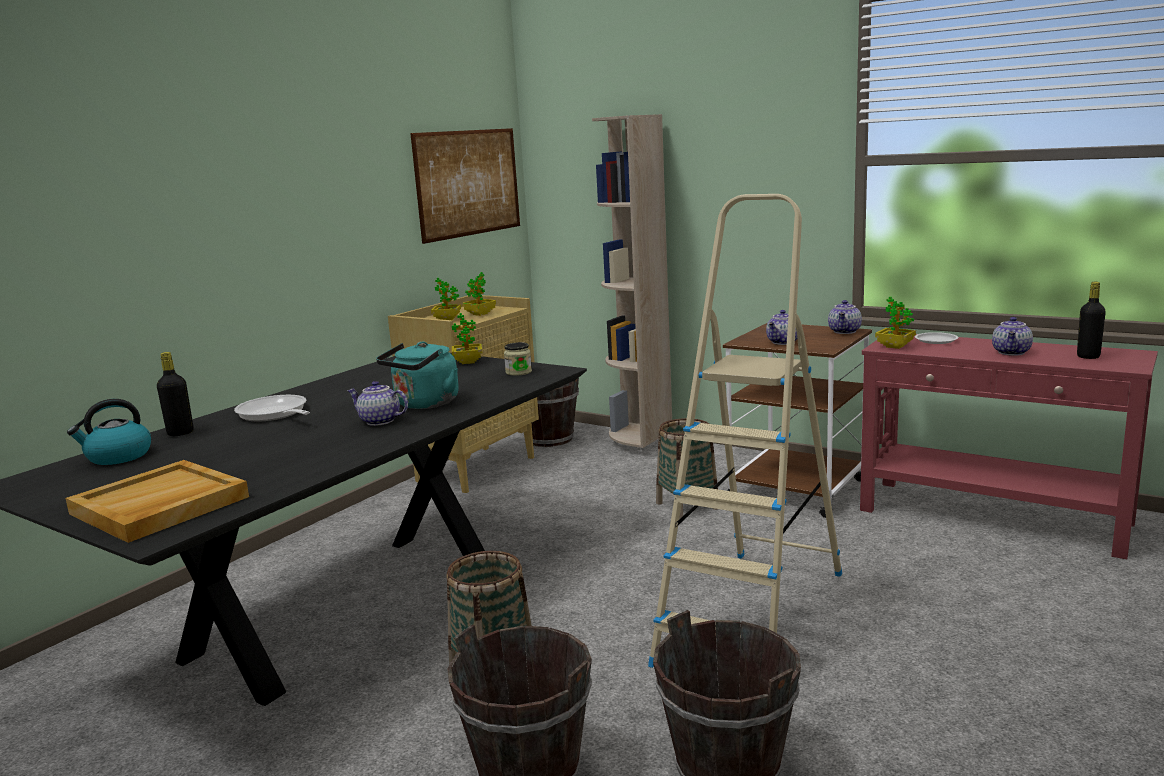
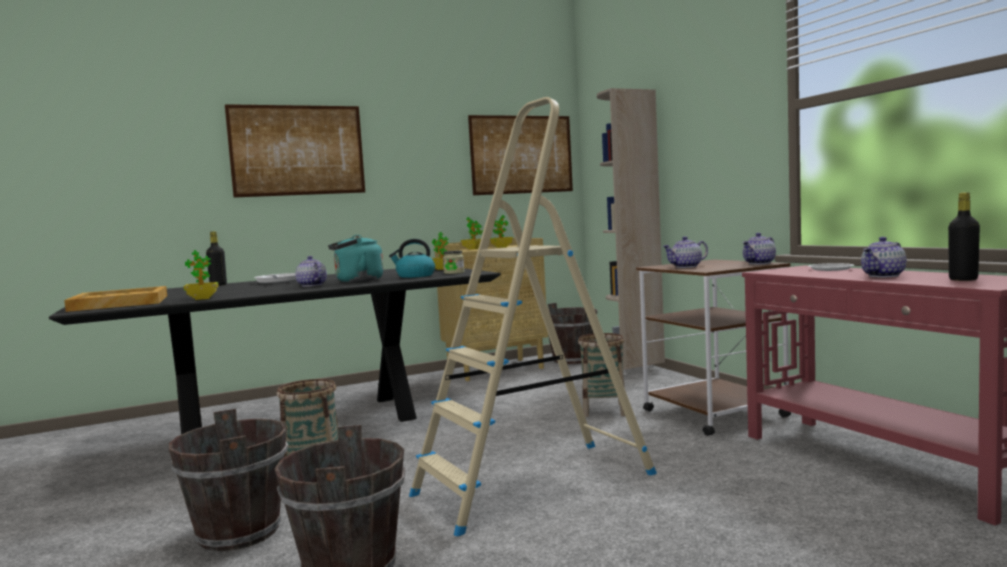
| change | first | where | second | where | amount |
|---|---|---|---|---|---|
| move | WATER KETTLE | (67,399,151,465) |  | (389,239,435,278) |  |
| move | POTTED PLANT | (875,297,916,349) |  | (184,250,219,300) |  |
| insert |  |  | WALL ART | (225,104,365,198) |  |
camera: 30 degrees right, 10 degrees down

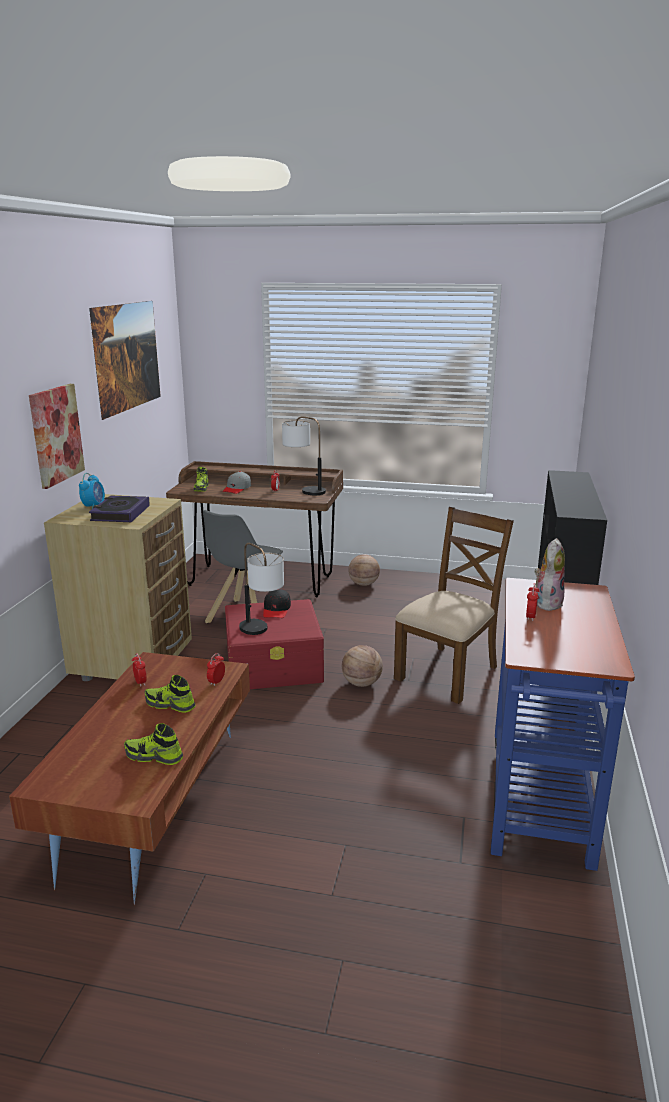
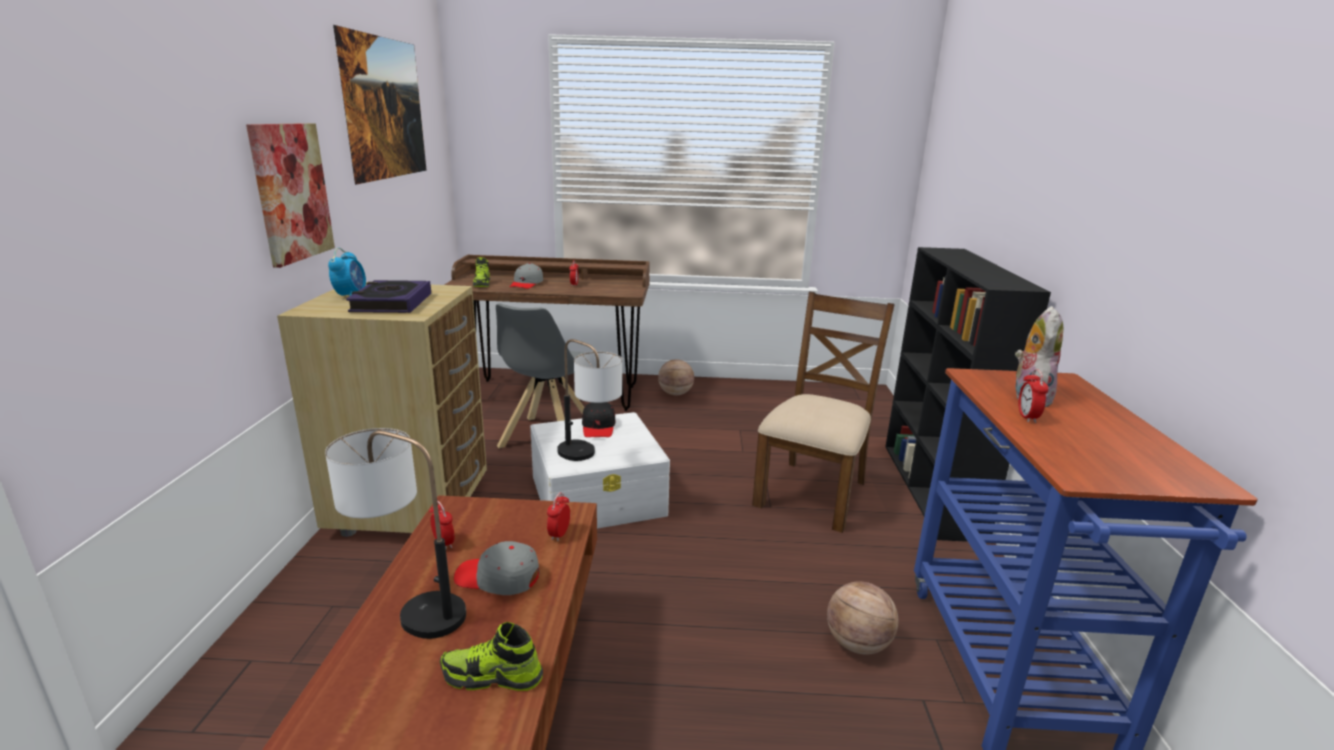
| change | first | where | second | where | amount |
|---|---|---|---|---|---|
| replace | ITEM OF FOOTWEAR | (145,675,195,713) | GRAY PEAKED CAP | (454,541,540,595) |  |
| recolor | RED STORAGE CONTAINER | (225,599,324,689) | WHITE STORAGE CONTAINER | (530,412,670,529) |  |
| move | TABLE LAMP | (282,416,326,495) |  | (325,428,466,639) |  |
| move | BASKETBALL | (342,645,383,687) |  | (827,582,898,655) |  |
camera: 10 degrees left, 0 degrees up

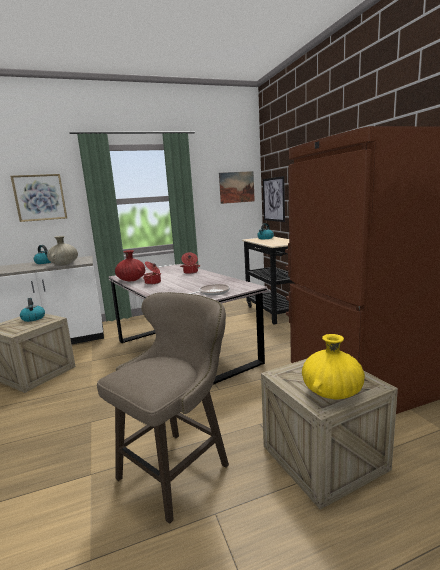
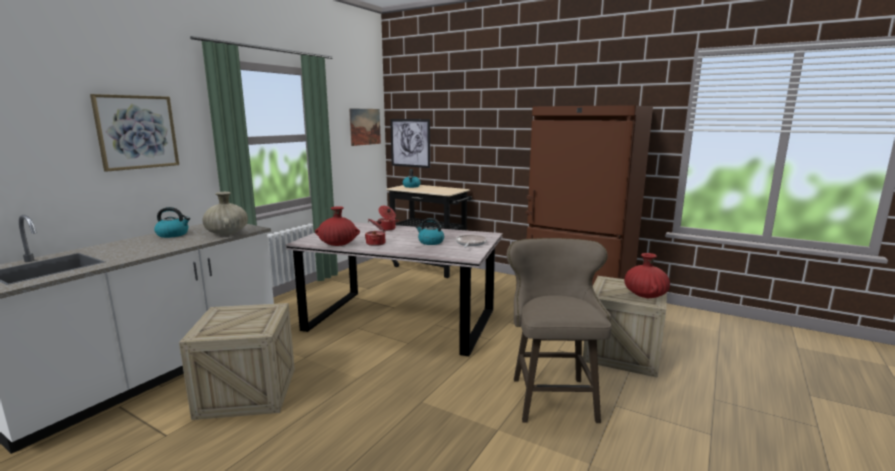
| change | first | where | second | where | amount |
|---|---|---|---|---|---|
| move | WATER KETTLE | (20,298,45,322) |  | (416,218,444,245) |  |
| recolor | YELLOW DECORATIVE VASE | (302,334,365,399) | RED DECORATIVE VASE | (624,253,670,298) |  |
camera: 40 degrees left, 0 degrees up

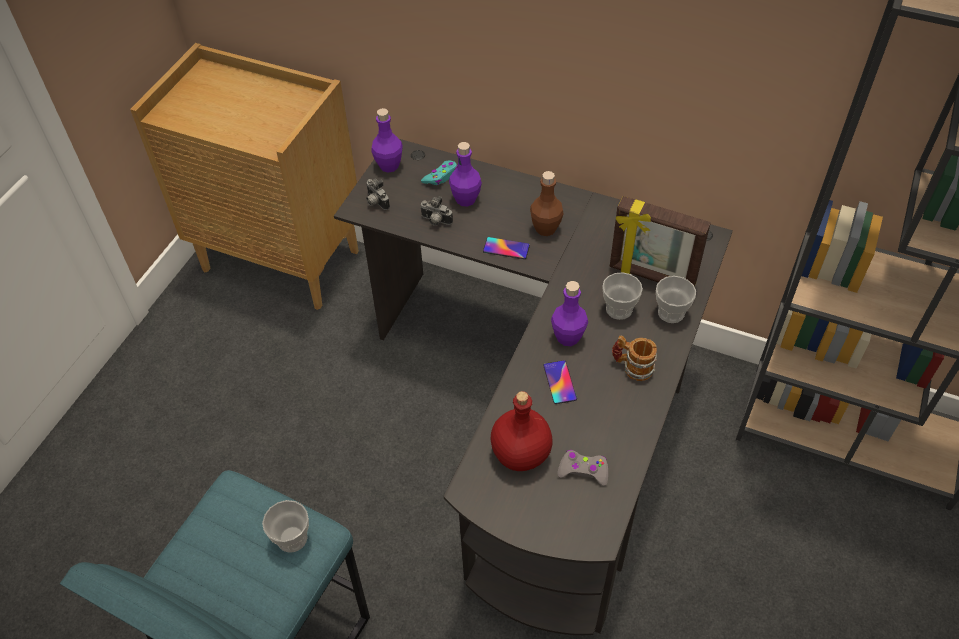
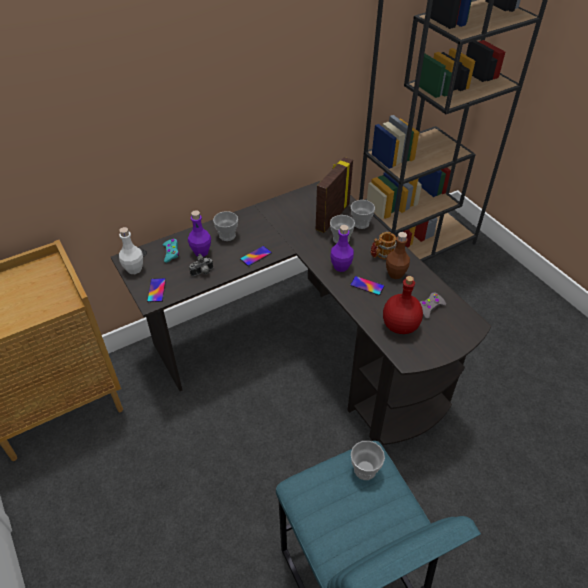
| change | first | where | second | where | amount |
|---|---|---|---|---|---|
| replace | PHOTO CAMERA | (366,179,390,210) | HANDSET | (147,278,166,302) |  |
| recolor | PURPLE-COLOURED DRINK BOTTLE | (371,108,403,173) | WHITE DRINK BOTTLE | (119,227,143,274) |  |
| move | BROWNISH DRINK BOTTLE | (530,171,563,236) |  | (386,232,410,279) |  |
| rotate | PHOTO FRAME | (610,196,711,287) |  | (316,157,353,233) | 150 degrees clockwise |
| insert |  |  | SMALL CUP | (213,211,238,241) |  |
camera: 55 degrees left, 5 degrees down

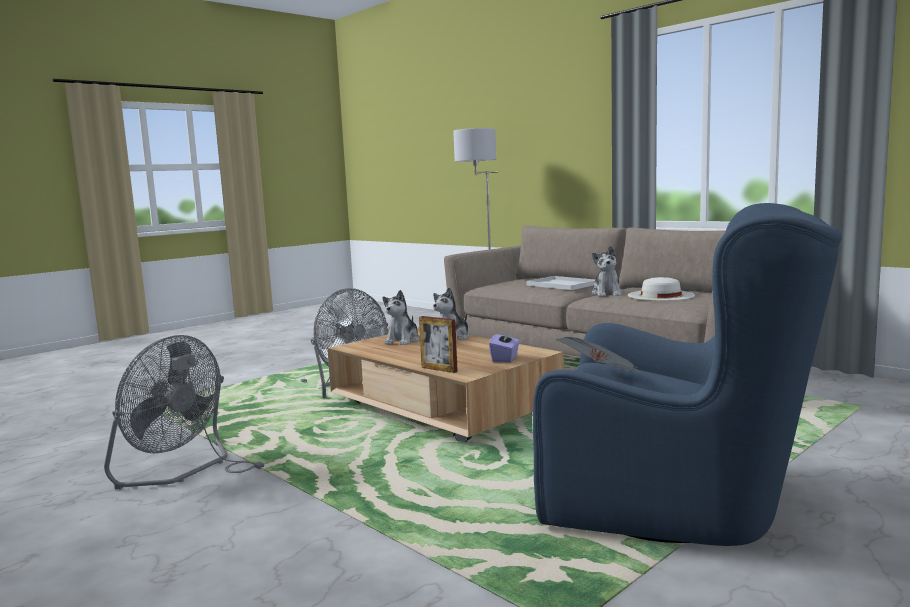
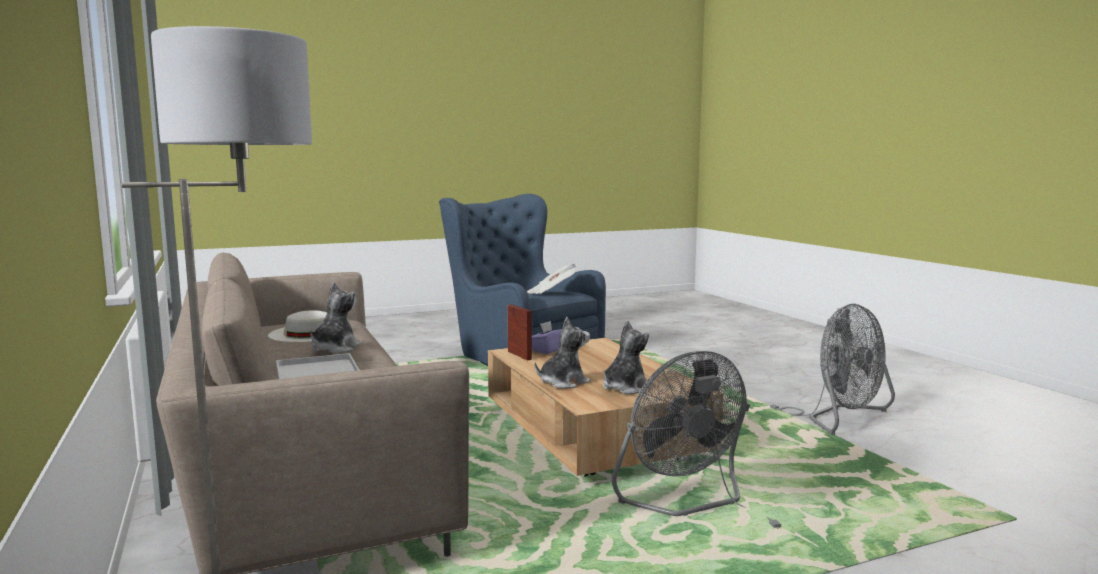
| change | first | where | second | where | amount |
|---|---|---|---|---|---|
| move | PHOTO FRAME | (419,316,458,373) |  | (508,305,532,360) |  |
camera: 160 degrees left, 0 degrees up

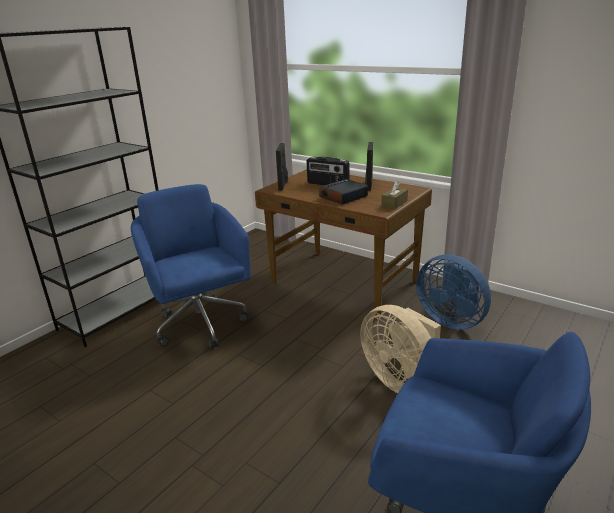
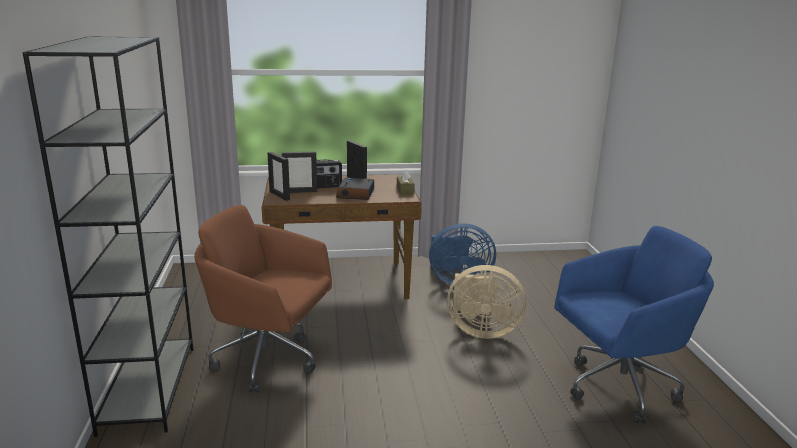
| change | first | where | second | where | amount |
|---|---|---|---|---|---|
| recolor | BLUE DESK CHAIR | (131,184,251,349) | BROWNISH DESK CHAIR | (194,205,332,393) |  |
| insert |  |  | PHOTO FRAME | (282,151,317,193) |  |
camera: 45 degrees left, 5 degrees down

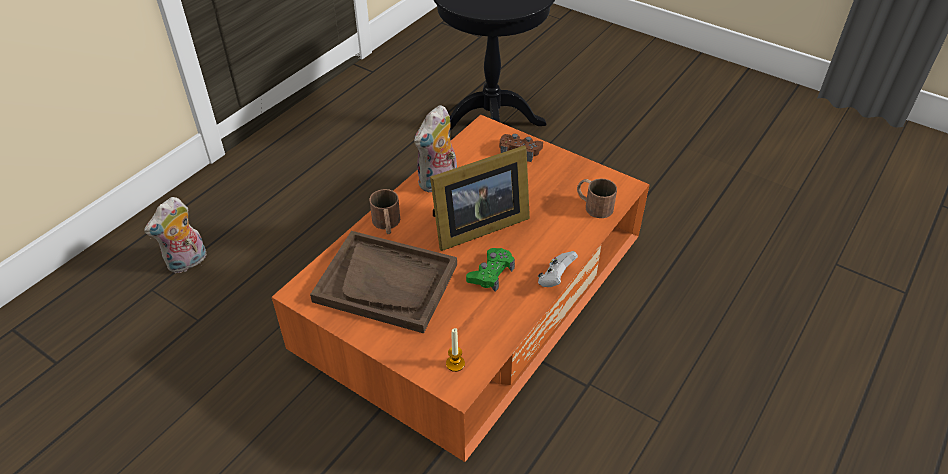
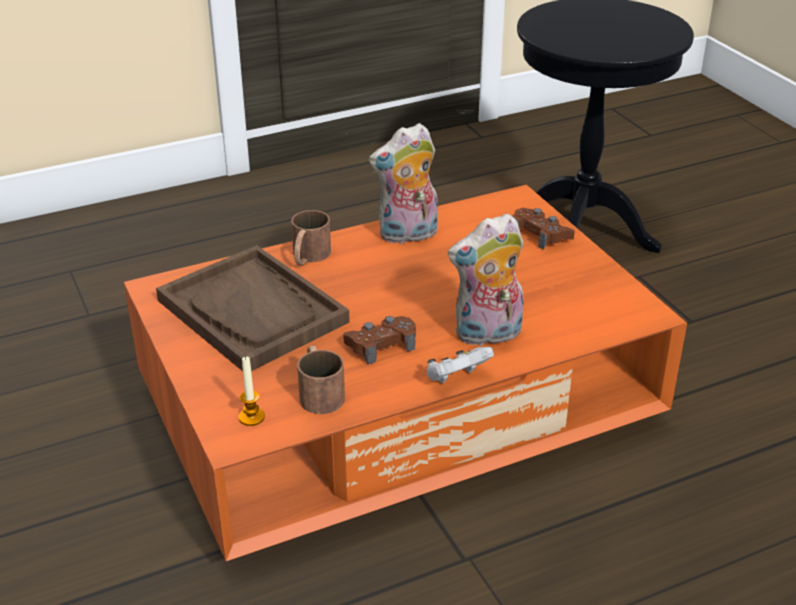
| change | first | where | second | where | amount |
|---|---|---|---|---|---|
| move | PLUSH TOY | (144,197,206,274) |  | (448,213,524,346) |  |
| delete | PHOTO FRAME | (430,145,530,251) |  |  |  |
| recolor | GREEN-COLOURED JOYPAD | (466,248,515,292) | BROWNISH JOYPAD | (343,316,416,364) |  |
| move | BROWNISH MUG | (577,178,617,218) |  | (297,345,345,414) |  |
camera: 30 degrees right, 10 degrees down

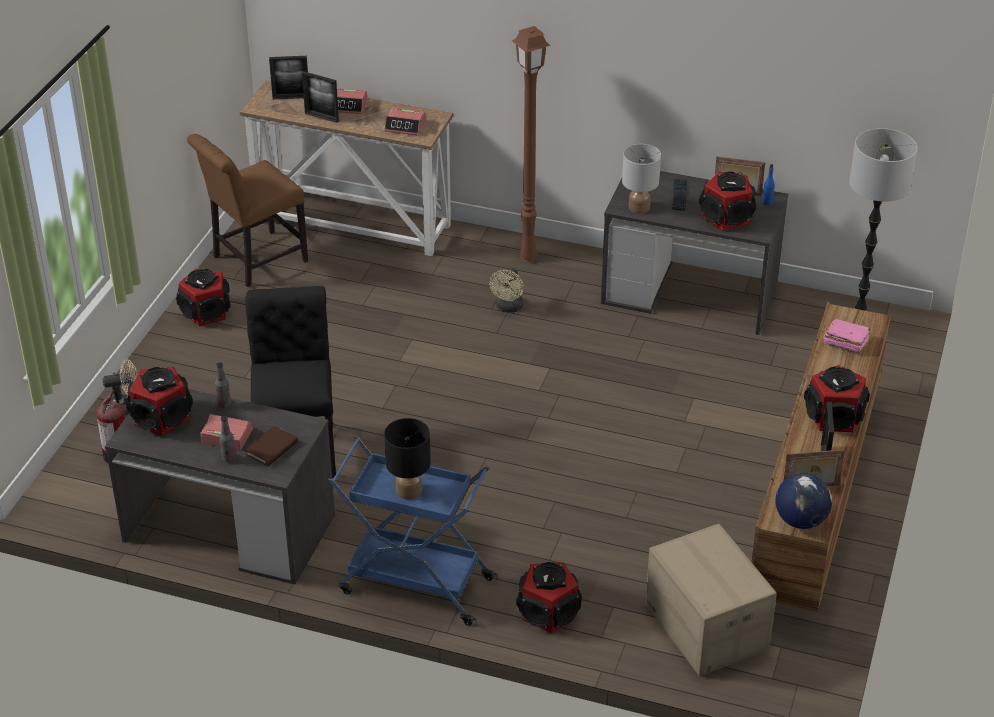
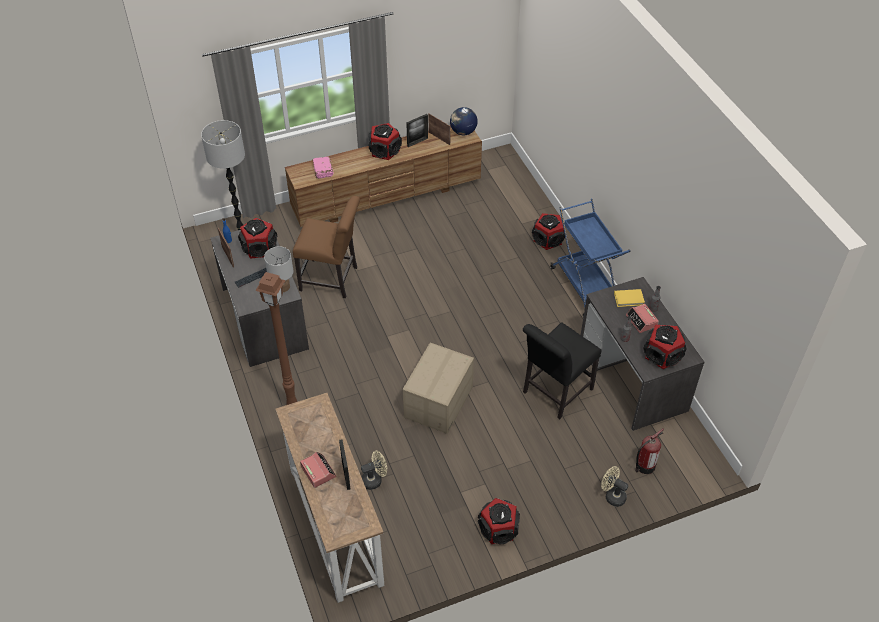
| change | first | where | second | where | amount |
|---|---|---|---|---|---|
| move | BROWNISH CHAIR | (187,134,308,287) |  | (293,196,360,298) |  |
| recolor | BROWNISH VOLUME | (245,426,298,467) | YELLOW VOLUME | (614,289,645,307) |  |
| delete | PHOTO FRAME | (269,56,308,99) |  |  |  |
| delete | TABLE CLOCK | (384,108,425,135) |  |  |  |
| delete | BLACK-COLOURED TABLE LAMP | (384,418,431,500) |  |  |  |
| move | BEIGE ELECTRIC FAN | (489,268,524,312) |  | (361,451,387,490) |  |
| move | CARTON | (646,524,777,676) |  | (403,342,474,434) |  |
camera: 130 degrees left, 10 degrees up

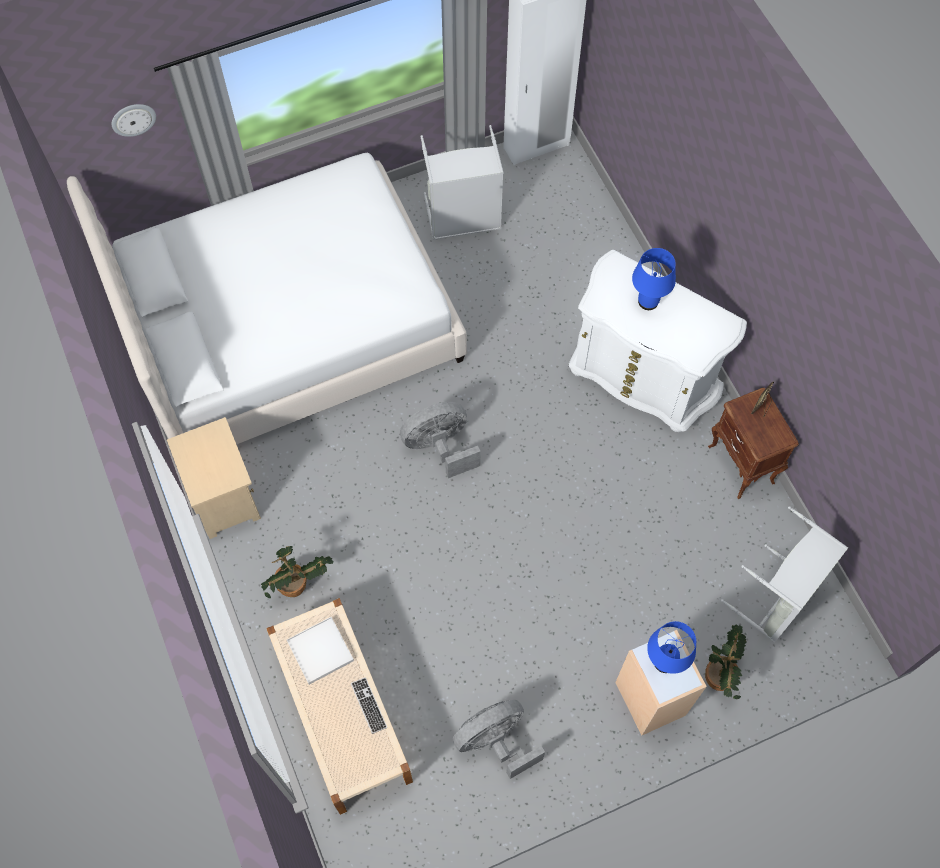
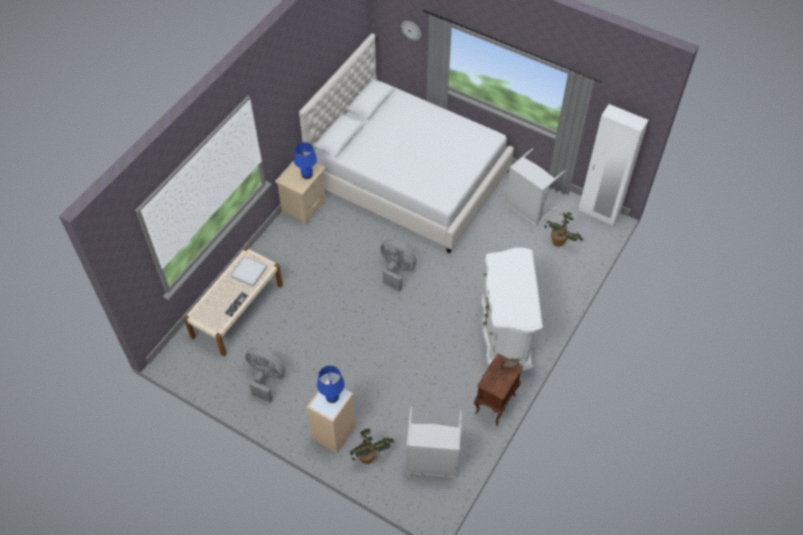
| change | first | where | second | where | amount |
|---|---|---|---|---|---|
| move | POTTED PLANT | (261,546,334,598) |  | (545,212,583,247) |  |
| move | BLUE TABLE LAMP | (632,248,676,310) |  | (294,142,317,179) |  |
camera: 55 degrees right, 10 degrees down

